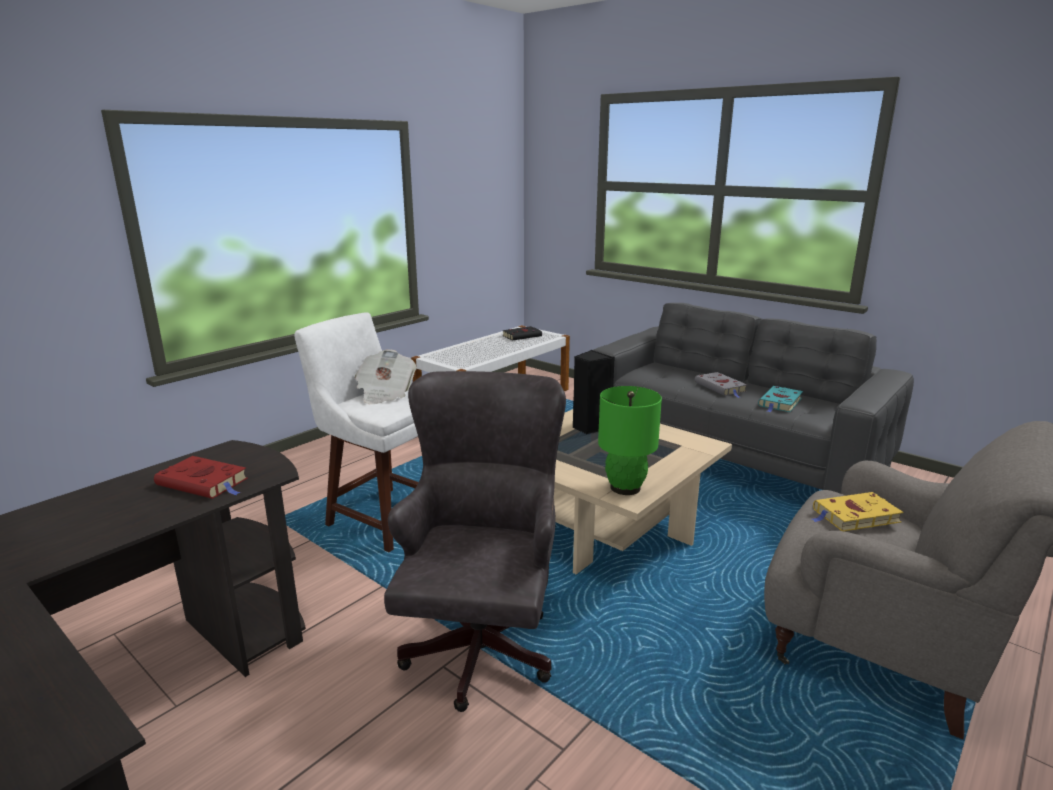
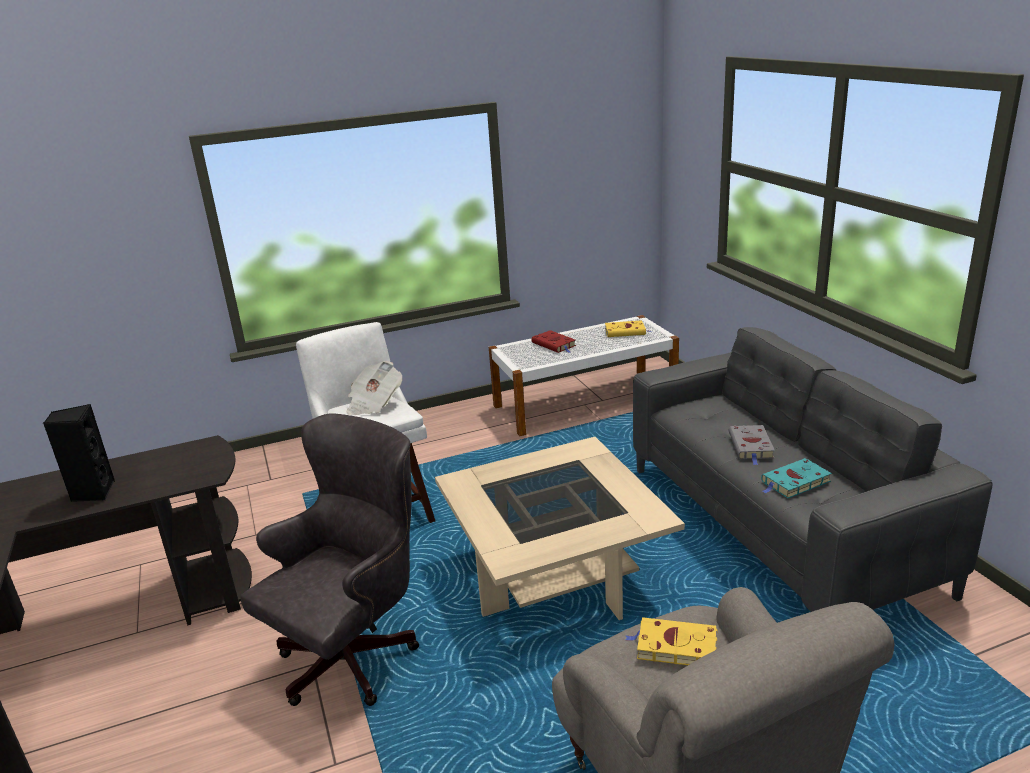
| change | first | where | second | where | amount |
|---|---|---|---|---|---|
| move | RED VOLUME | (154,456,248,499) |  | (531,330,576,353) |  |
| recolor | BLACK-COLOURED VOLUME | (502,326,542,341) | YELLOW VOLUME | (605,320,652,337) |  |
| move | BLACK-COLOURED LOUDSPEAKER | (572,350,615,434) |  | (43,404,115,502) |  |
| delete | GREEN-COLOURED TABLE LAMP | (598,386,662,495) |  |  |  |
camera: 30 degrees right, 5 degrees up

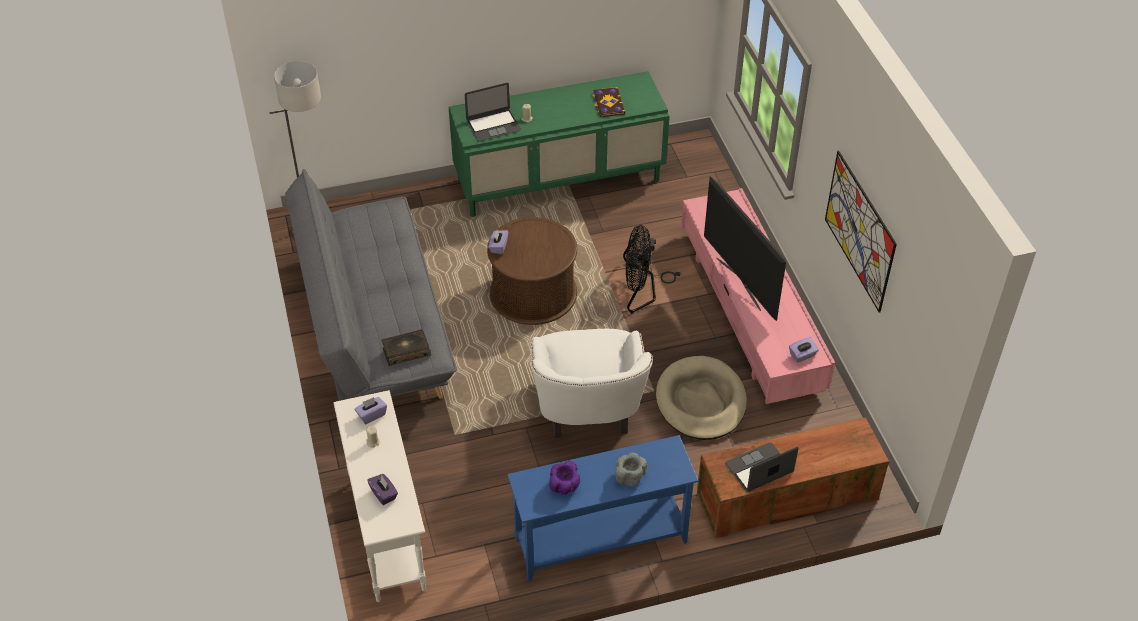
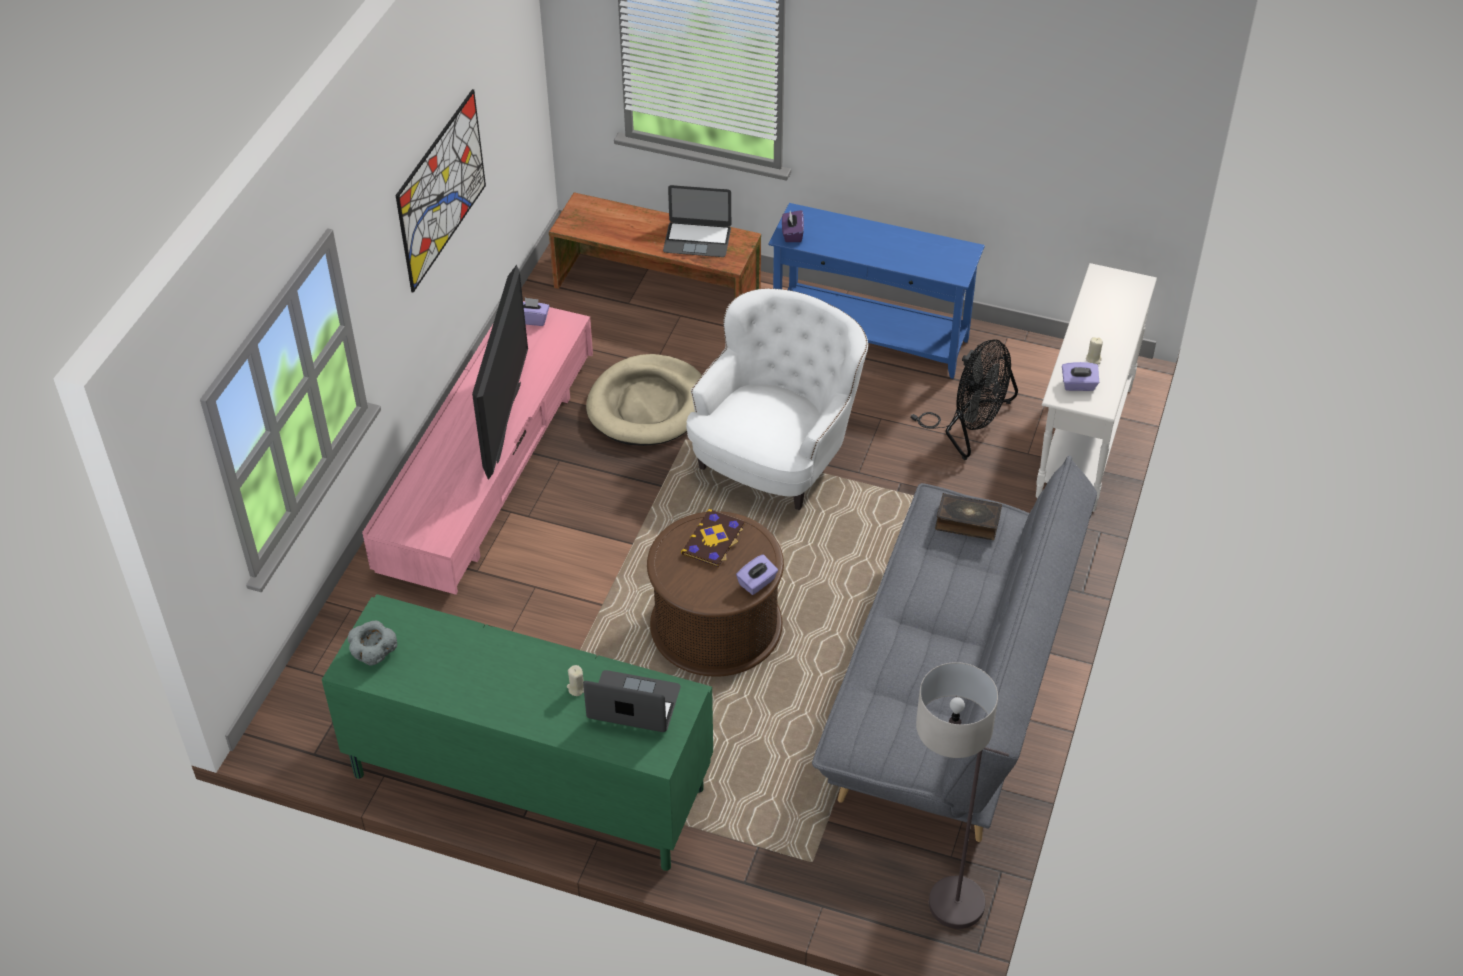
| change | first | where | second | where | amount |
|---|---|---|---|---|---|
| move | PURPLE-COLOURED BOX OF TISSUES | (367,474,398,505) |  | (782,210,804,242) |  |
| delete | PURPLE-COLOURED BOWL | (549,461,580,495) |  |  |  |
| move | VOLUME | (592,87,626,117) |  | (681,509,745,567) |  |
| move | GRAY BOWL | (614,453,647,486) |  | (348,621,397,666) |  |
| move | BLACK-COLOURED ELECTRIC FAN | (623,225,681,314) |  | (911,339,1018,460) |  |
camera: 145 degrees left, 0 degrees up

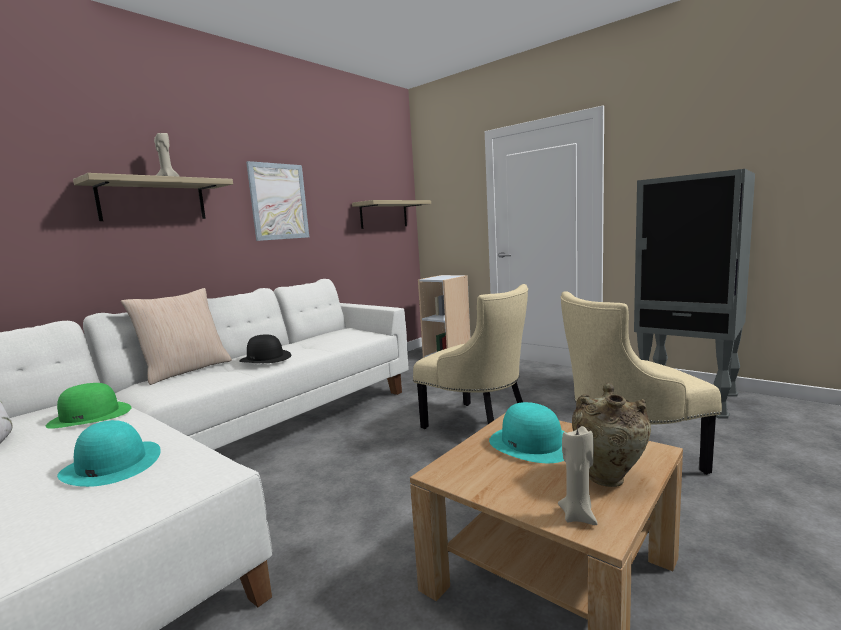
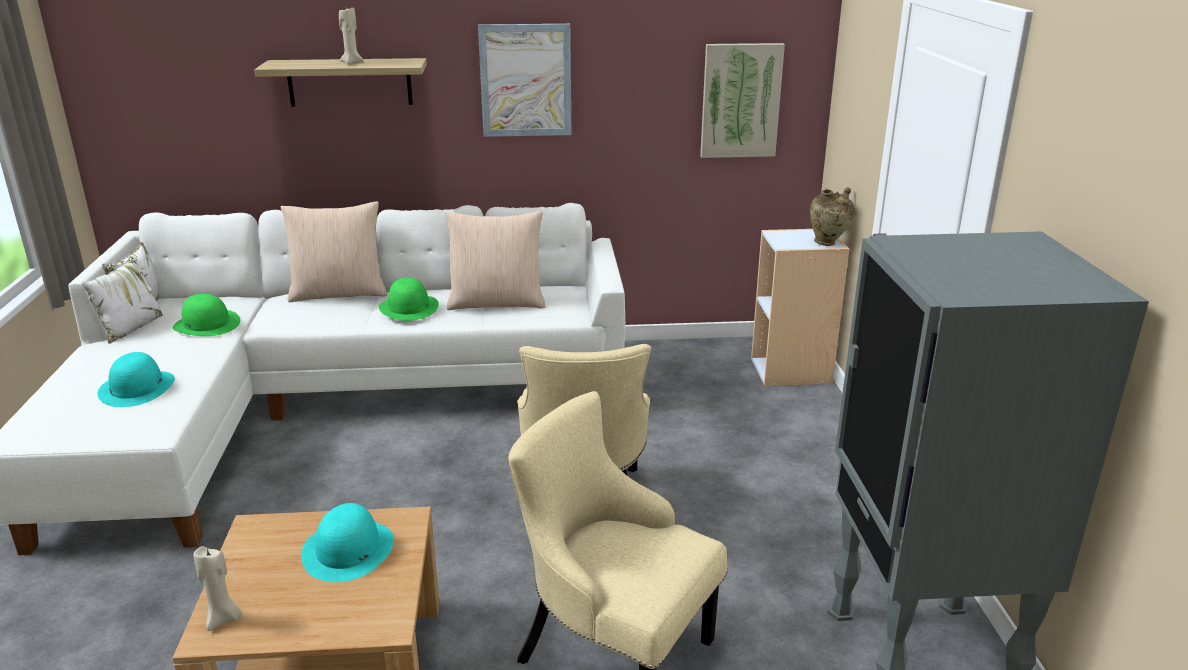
| change | first | where | second | where | amount |
|---|---|---|---|---|---|
| recolor | BLACK-COLOURED CLOTHING HAT | (239,334,291,363) | GREEN-COLOURED CLOTHING HAT | (379,277,439,321) |  |
| replace | BRACKET SHELF | (352,200,431,229) | WALL ART | (700,43,785,158) |  |
| move | BEIGE DECORATIVE VASE | (572,383,651,487) |  | (810,187,856,246) |  |
| insert |  |  | BEIGE CUSHION | (445,211,545,310) |  |
camera: 45 degrees right, 15 degrees up

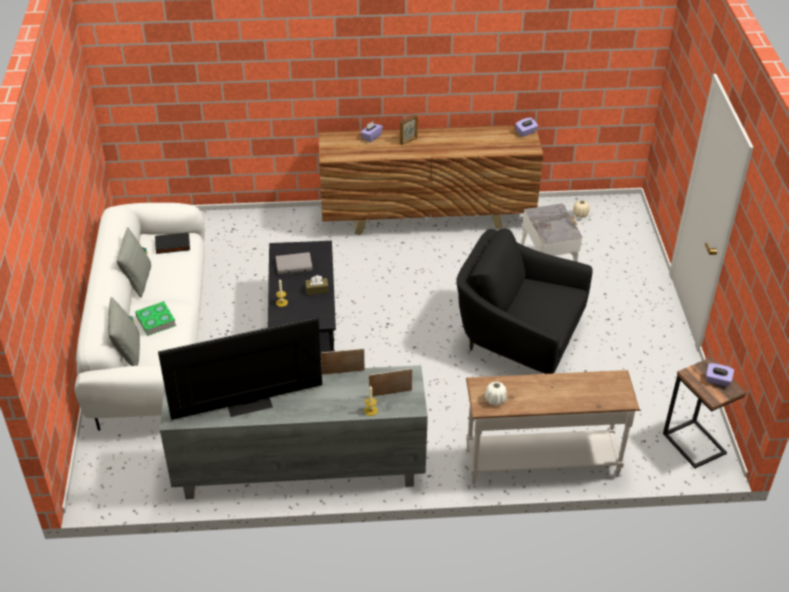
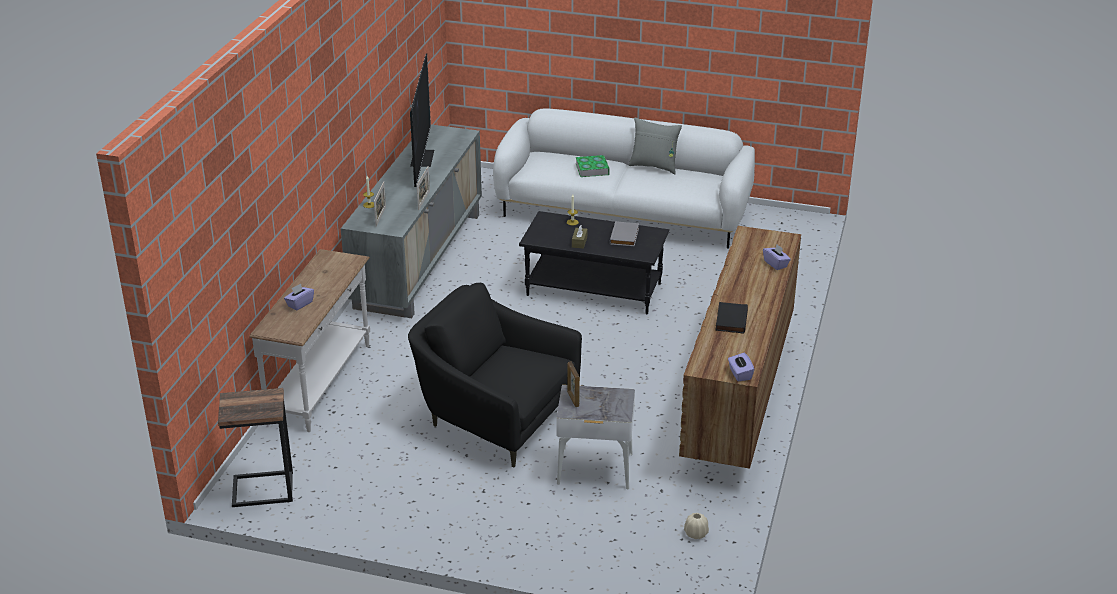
| change | first | where | second | where | amount |
|---|---|---|---|---|---|
| delete | GRAY CUSHION | (108,297,140,366) |  |  |  |
| move | BLACK-COLOURED VOLUME | (155,232,190,254) |  | (715,302,748,334) |  |
| move | PHOTO FRAME | (400,115,418,145) |  | (567,362,580,407) |  |
| rotate | BLACK-COLOURED EASY CHAIR | (456,229,593,374) |  | (408,283,582,467) | 105 degrees counterclockwise |
| delete | WHITE DECORATIVE VASE | (485,382,507,405) |  |  |  |
| move | PURPLE-COLOURED BOX OF TISSUES | (706,363,734,387) |  | (284,283,314,311) |  |
camera: 110 degrees right, 10 degrees down

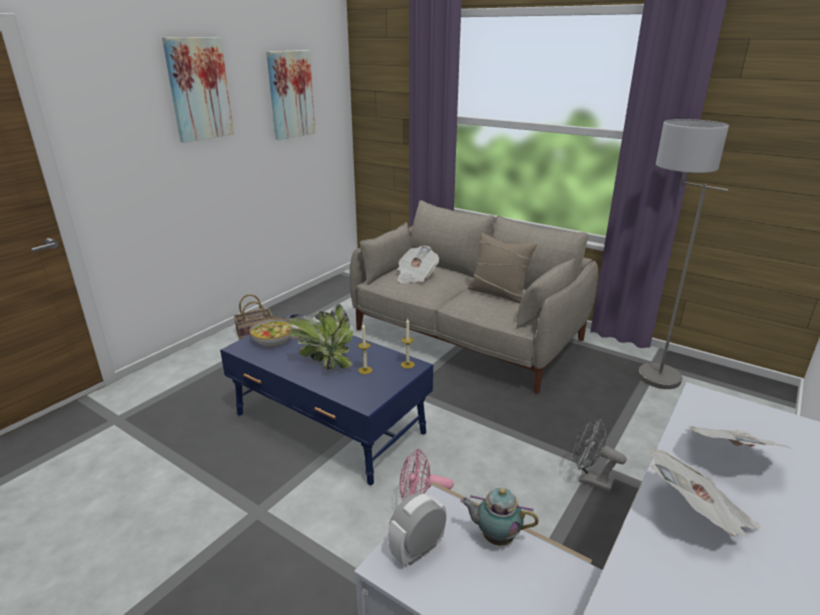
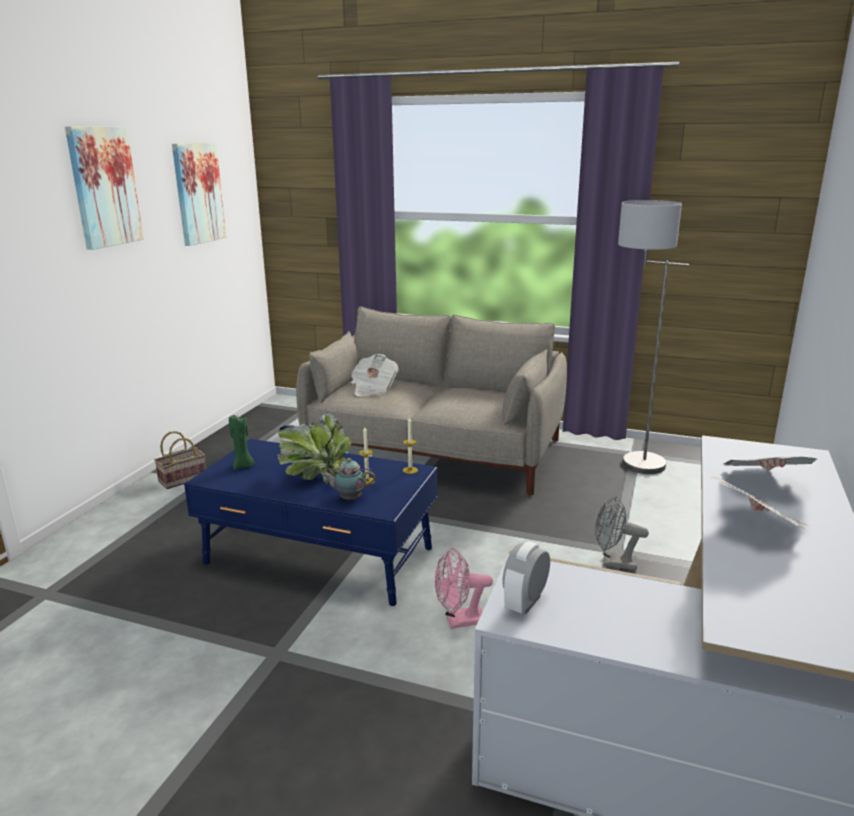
| change | first | where | second | where | amount |
|---|---|---|---|---|---|
| replace | BOWL | (250,318,291,347) | GREEN-COLOURED WAX LIGHT | (229,415,254,470) |  |
| move | TEAPOT | (460,488,539,545) |  | (322,458,376,499) |  |
| delete | BEIGE CUSHION | (468,233,537,303) |  |  |  |
camera: 15 degrees left, 5 degrees down

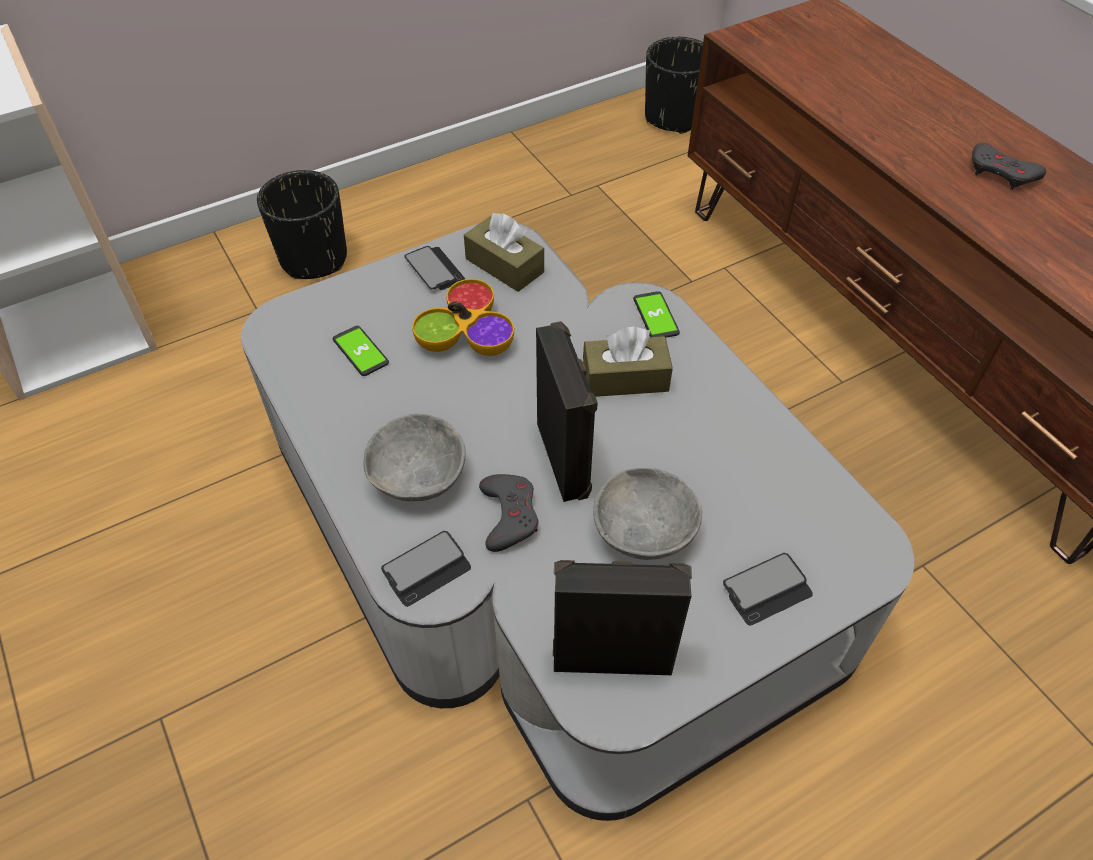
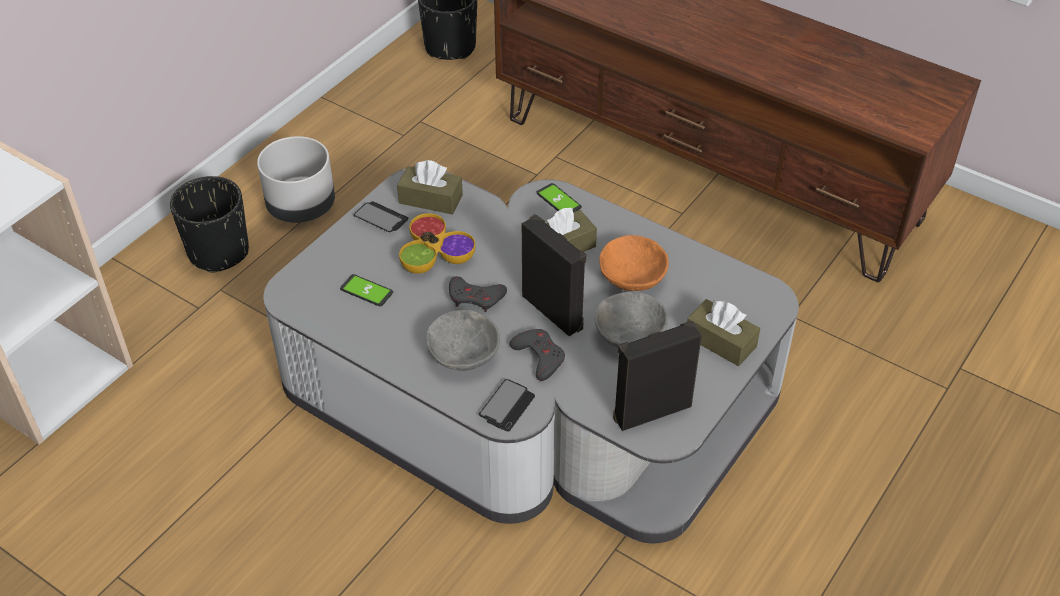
| change | first | where | second | where | amount |
|---|---|---|---|---|---|
| replace | HANDSET | (723,553,813,625) | BROWNISH BOX OF TISSUES | (687,299,760,366) |  |
| move | GRAY JOYPAD | (972,143,1046,190) |  | (449,276,507,312) |  |
| insert |  |  | GRAY PLANT POT | (257,136,335,223) |  |
| insert |  |  | ORANGEY BOWL | (599,235,669,291) |  |
camera: 25 degrees left, 5 degrees down

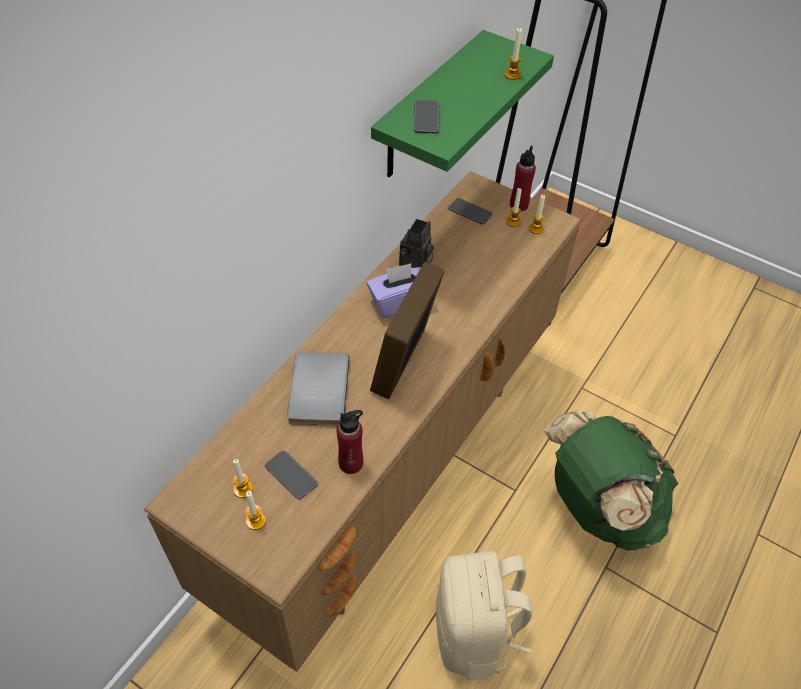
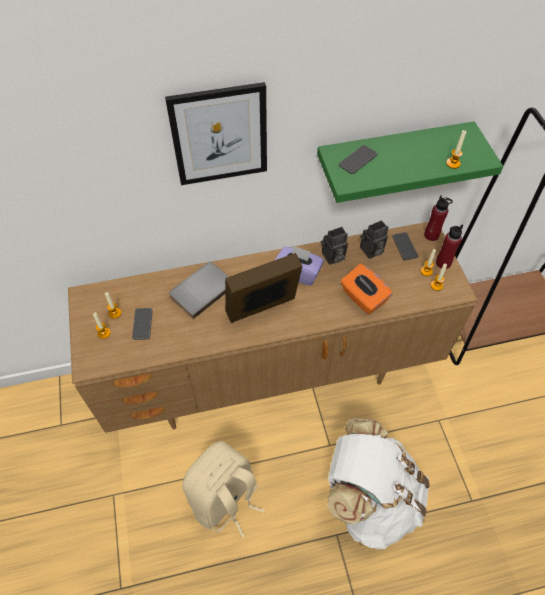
| change | first | where | second | where | amount |
|---|---|---|---|---|---|
| move | RED DRINK BOTTLE | (336,410,363,474) |  | (424,195,453,241) |  |
| recolor | GREEN-COLOURED RUCKSACK | (544,410,678,550) | WHITE RUCKSACK | (327,418,430,549) |  |
| insert |  |  | WALL ART | (165,82,267,185) |  |
| insert |  |  | ORANGEY BOX OF TISSUES | (341,264,392,314) |  |
| insert |  |  | PHOTO CAMERA | (360,220,388,259) |  |
camera: 45 degrees right, 5 degrees up

